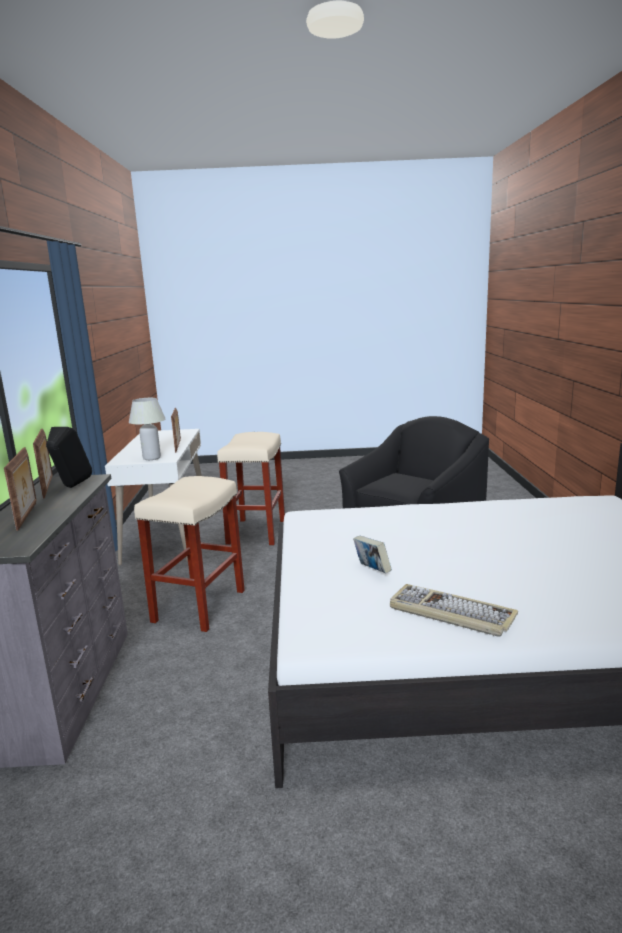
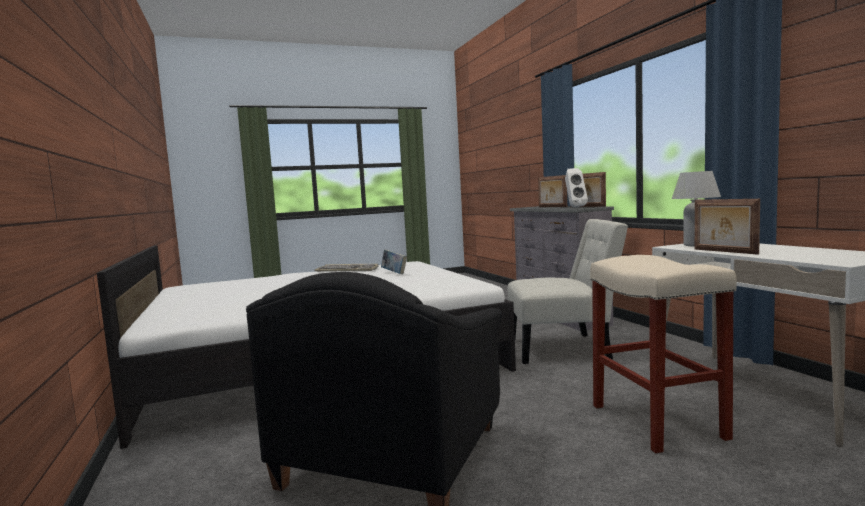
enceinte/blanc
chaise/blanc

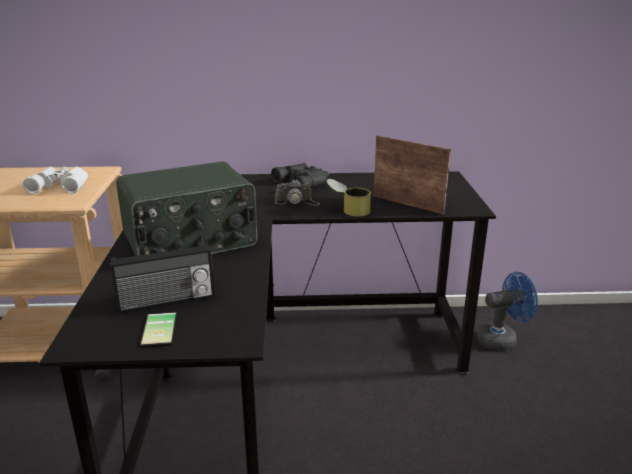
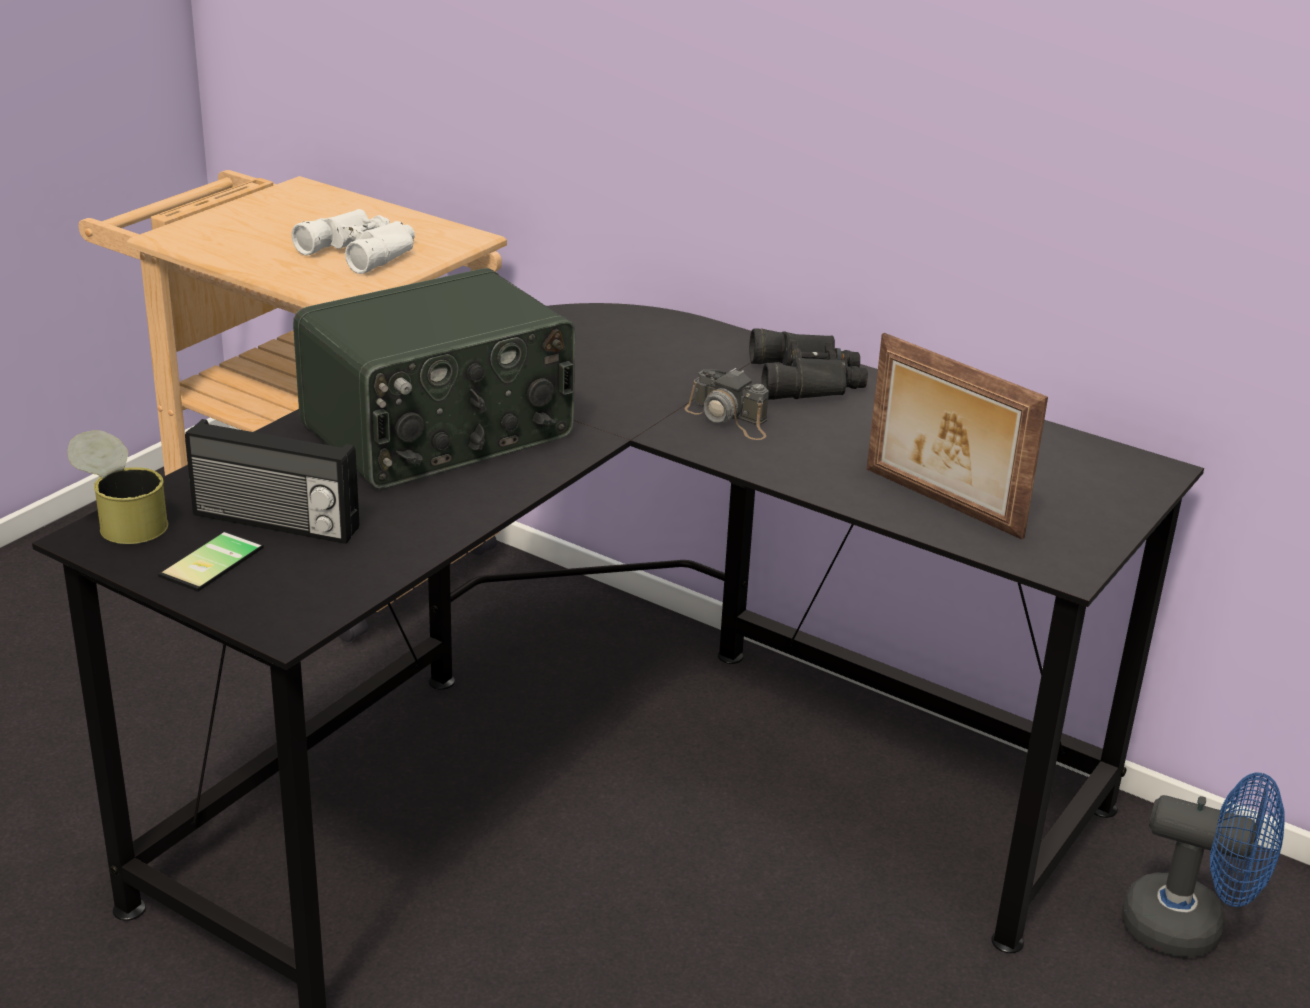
radio (no. 2 from left)
boîte métallique
cadre photo

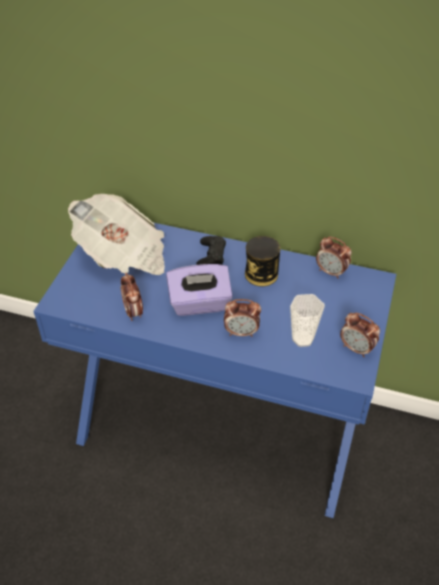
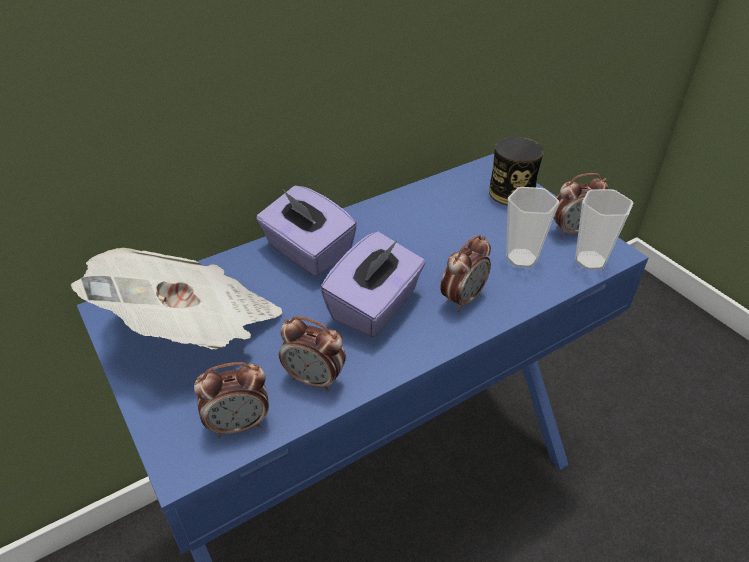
boîte à mouchoirs/violet (no. 1 from left)
boîte métallique
réveil (no. 1 from left)
tasse (no. 2 from left)

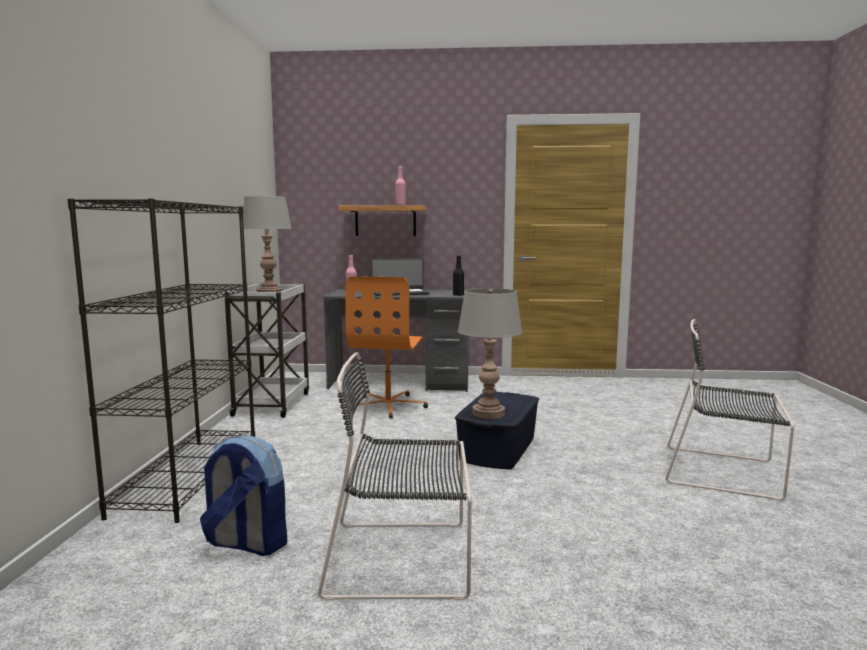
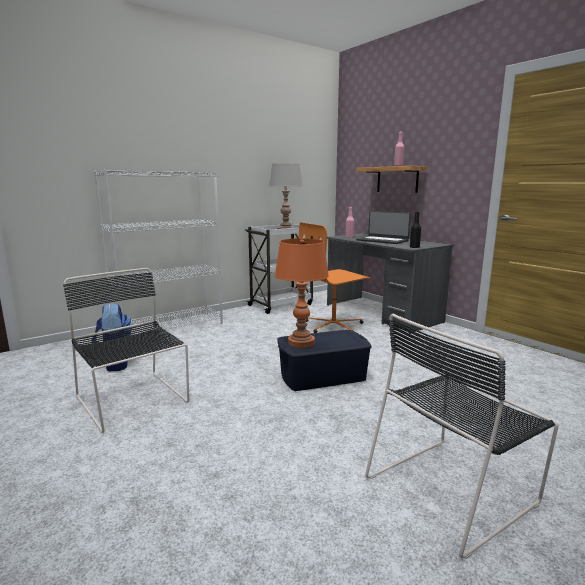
bibliothèque/blanc
lampe de table/orange
chaise/noir (no. 2 from left)

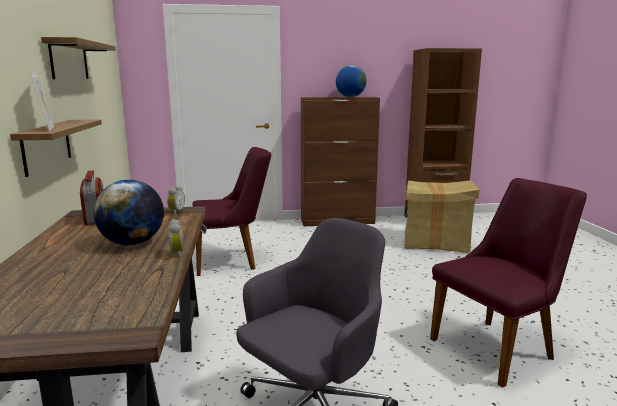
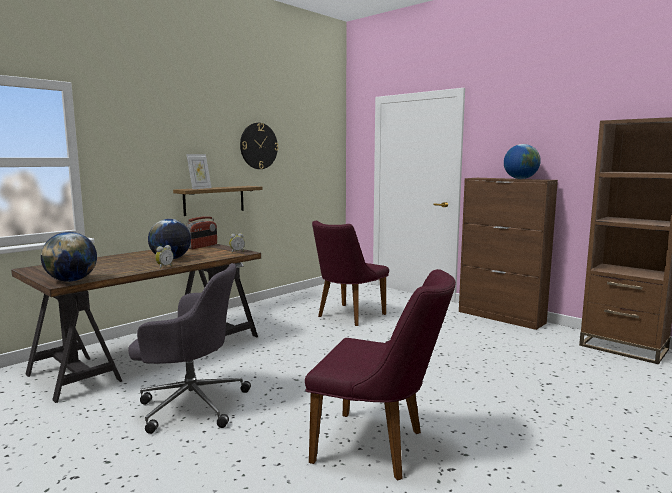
horloge murale
chaise/violet (no. 1 from left)
carton
globe (no. 1 from left)

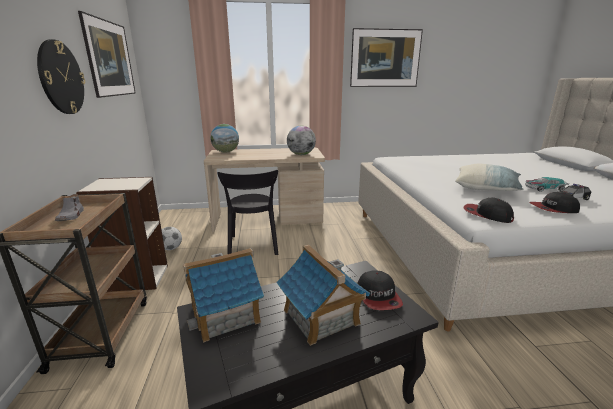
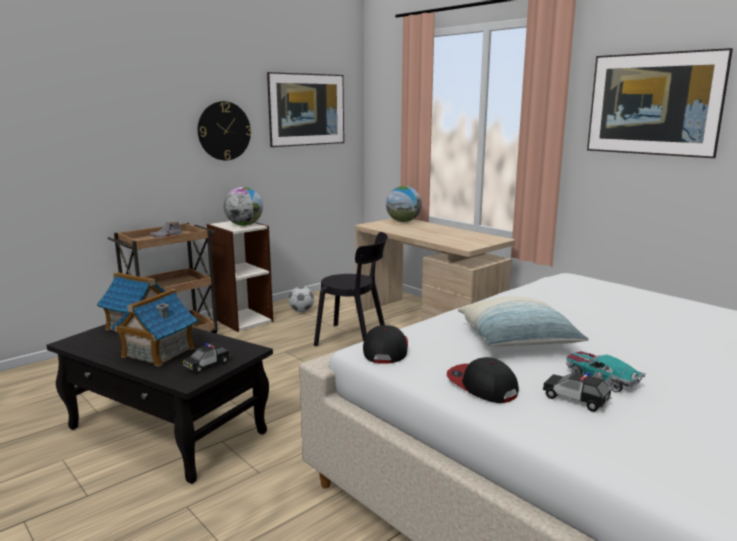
chaise/noir
globe (no. 1 from left)
petite voiture (no. 1 from left)

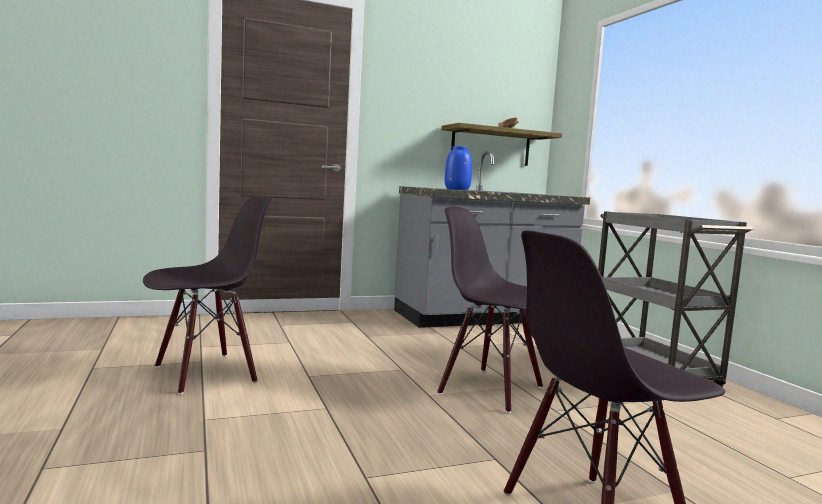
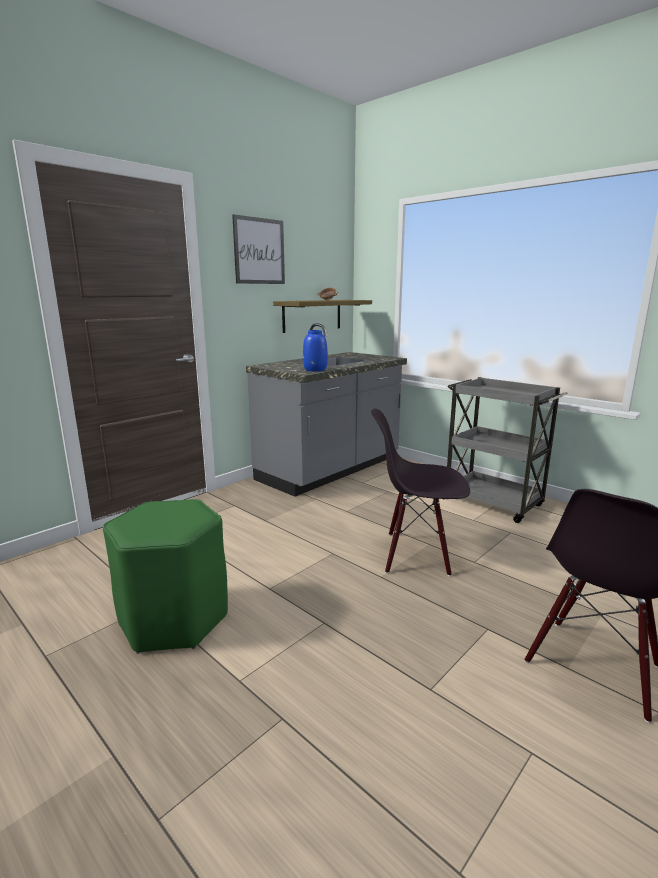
tabouret/vert
tableau

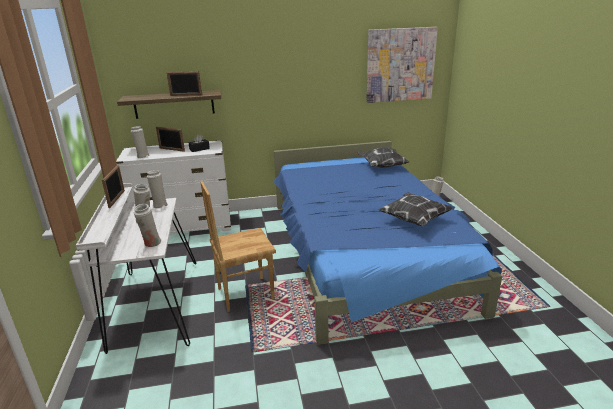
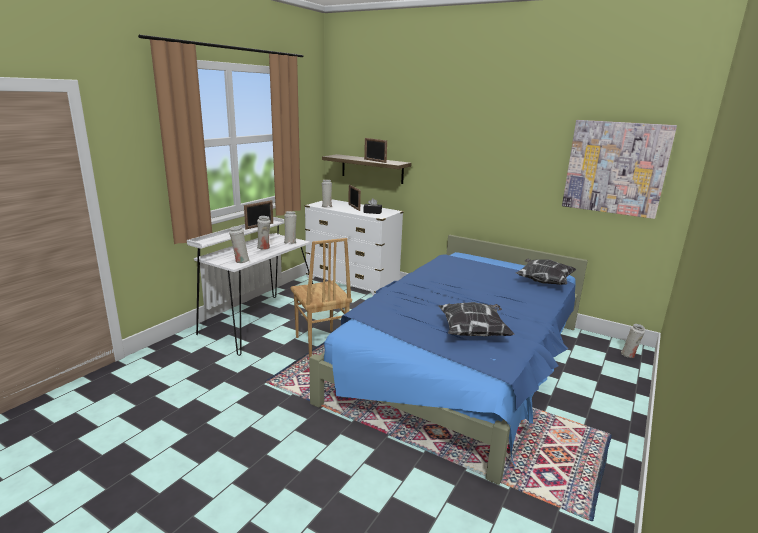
chaise/marron

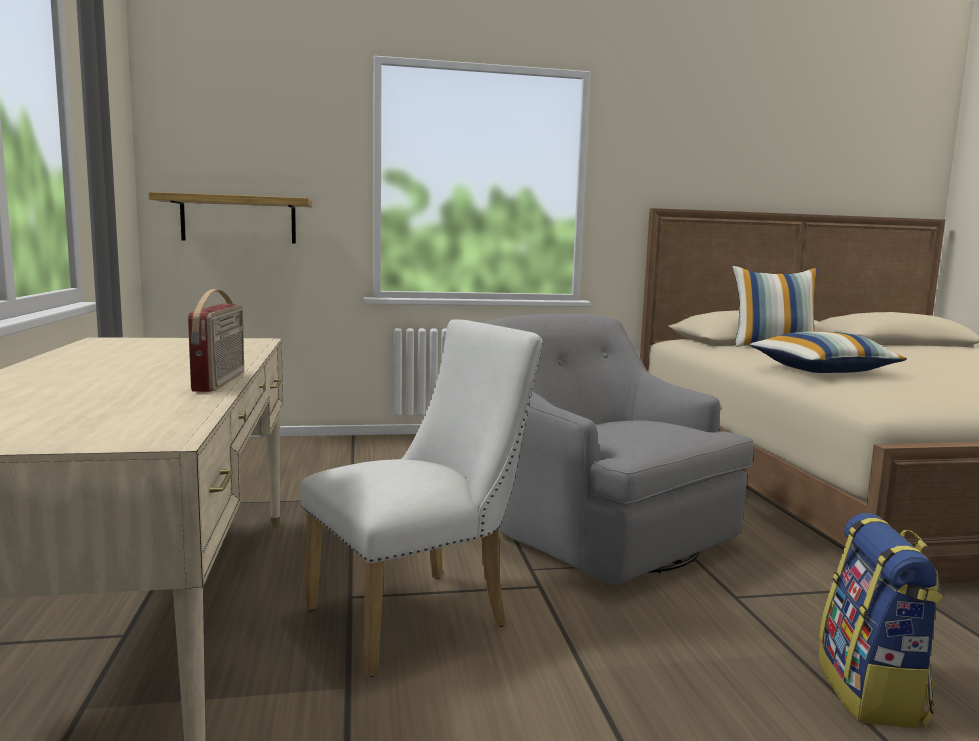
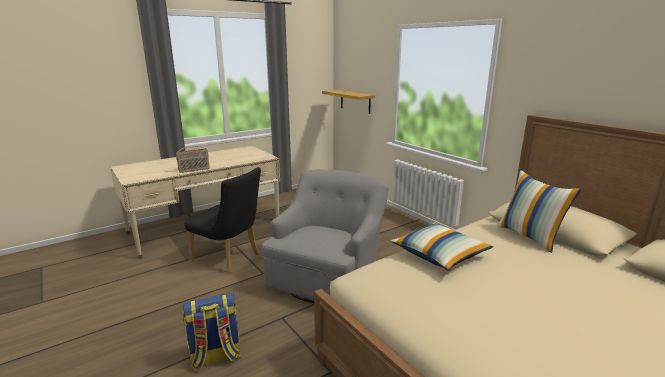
chaise/noir

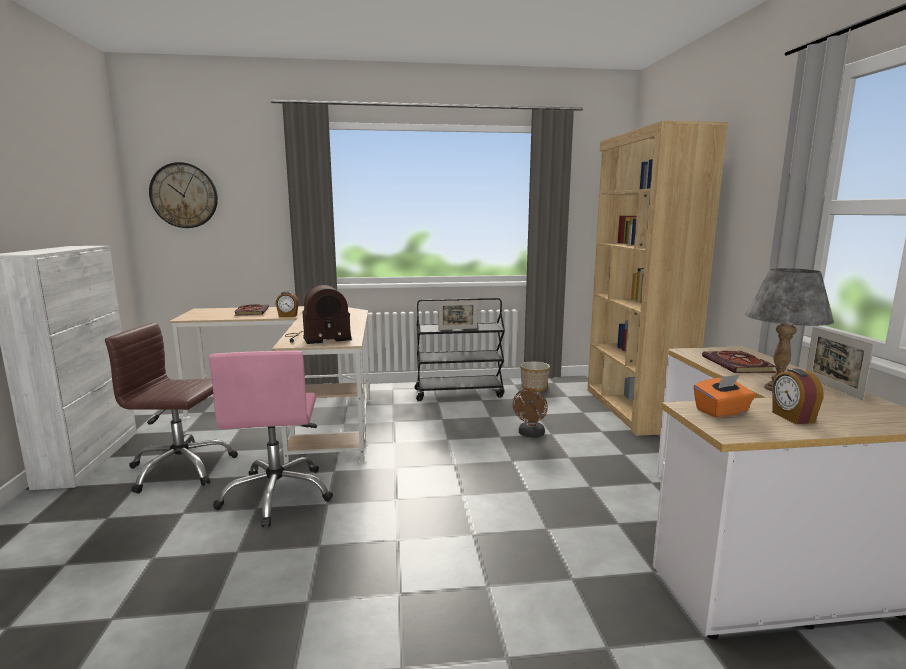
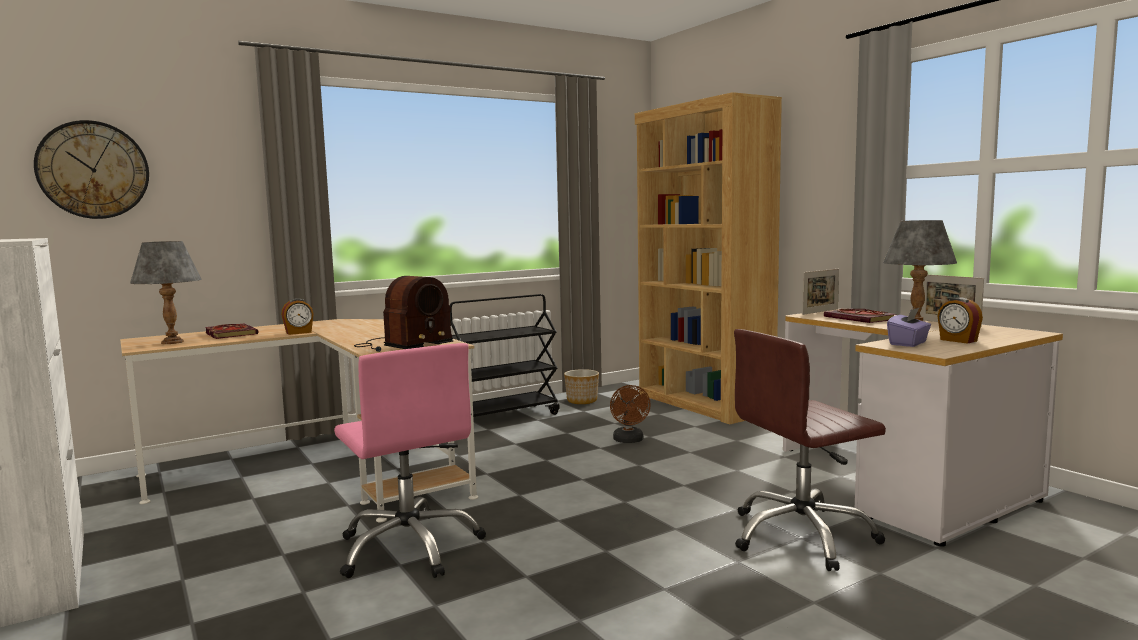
chaise de bureau/marron
cadre photo (no. 1 from left)
boîte à mouchoirs/violet
lampe de table/gris (no. 1 from left)

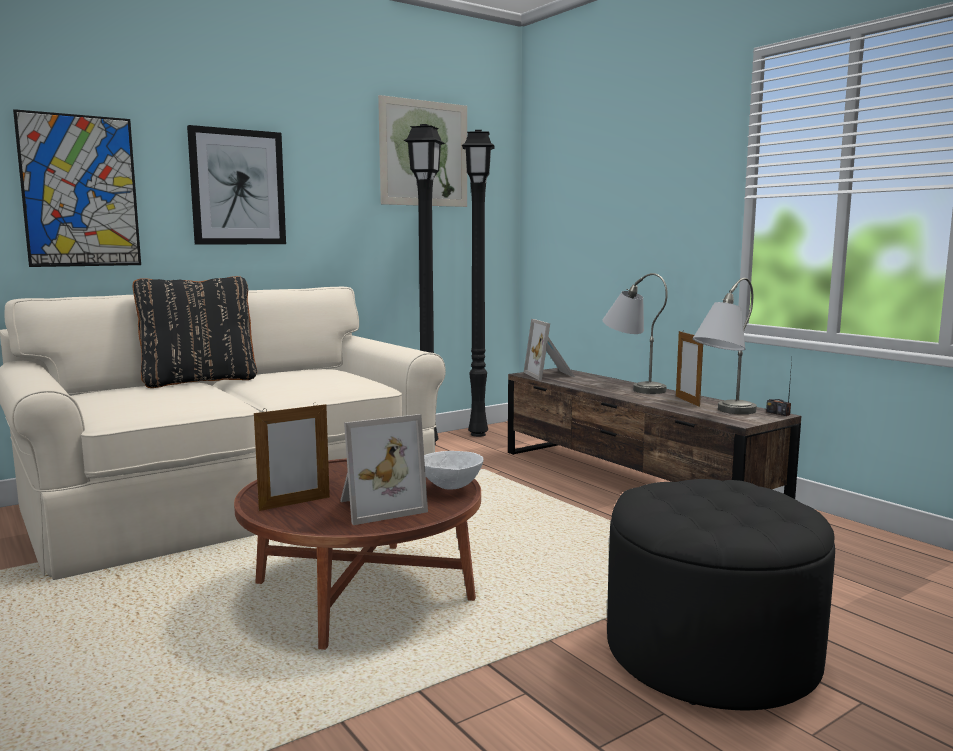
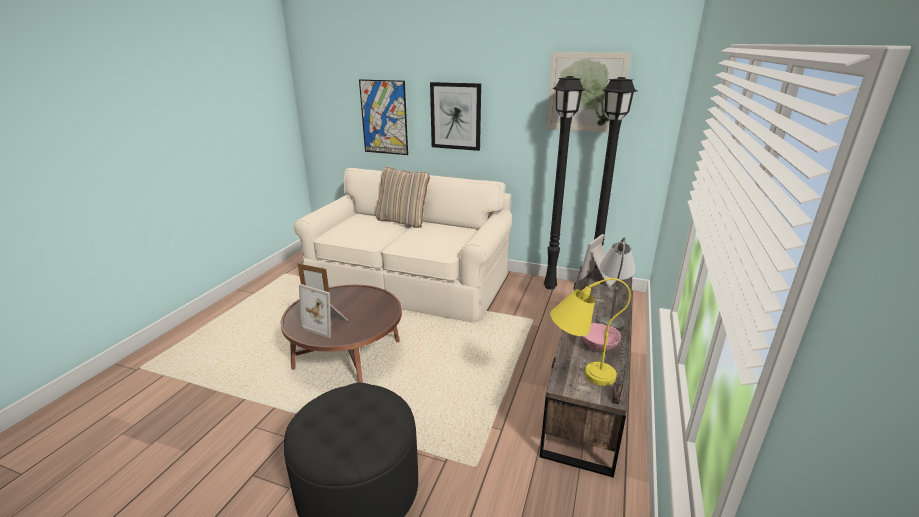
coussin/beige
bol/blanc
bol/rose
lampe de table/jaune

